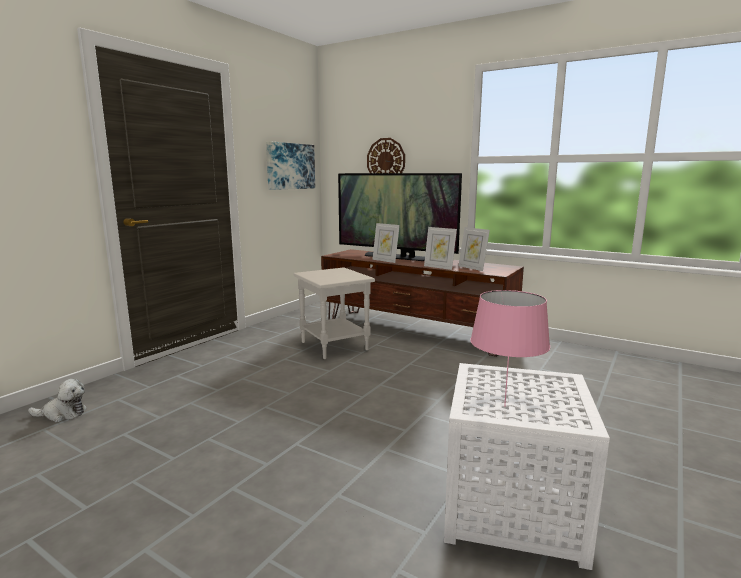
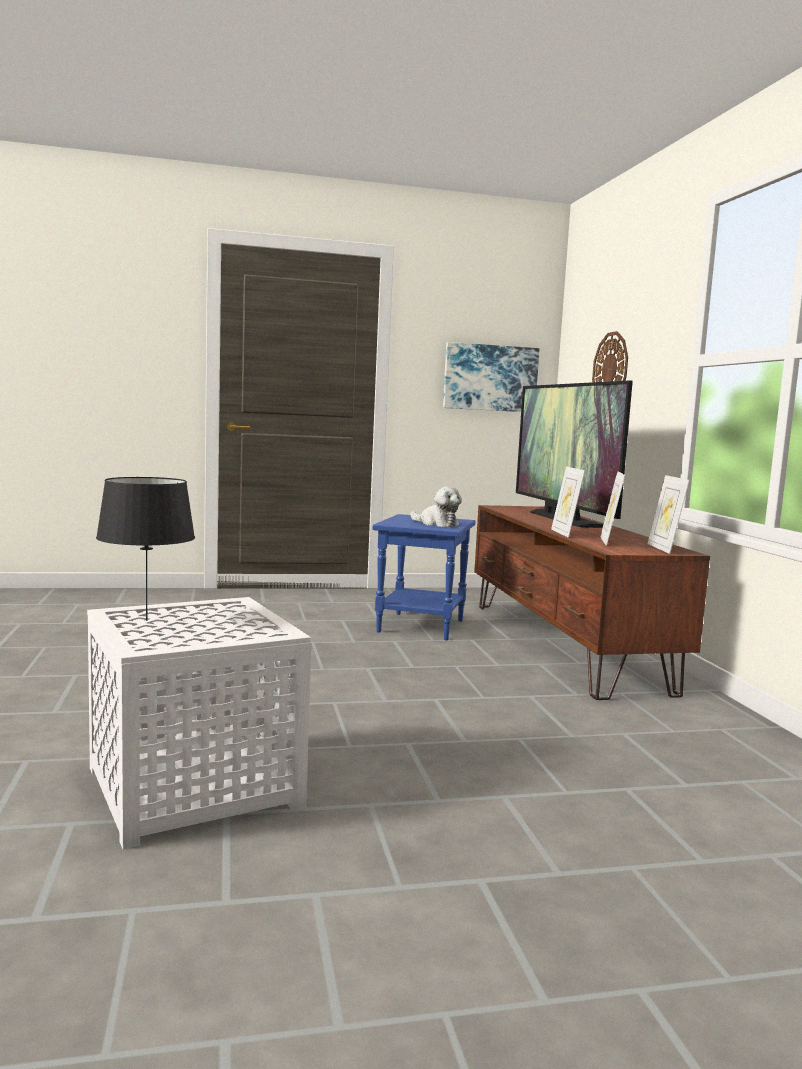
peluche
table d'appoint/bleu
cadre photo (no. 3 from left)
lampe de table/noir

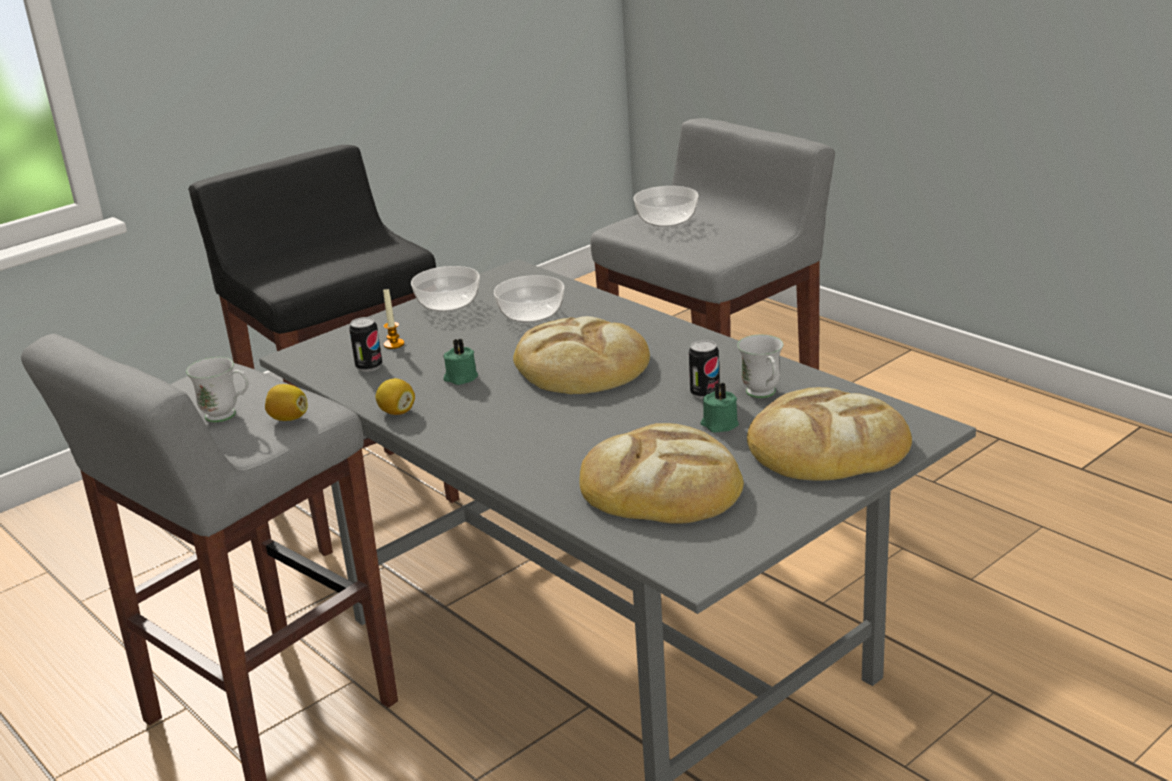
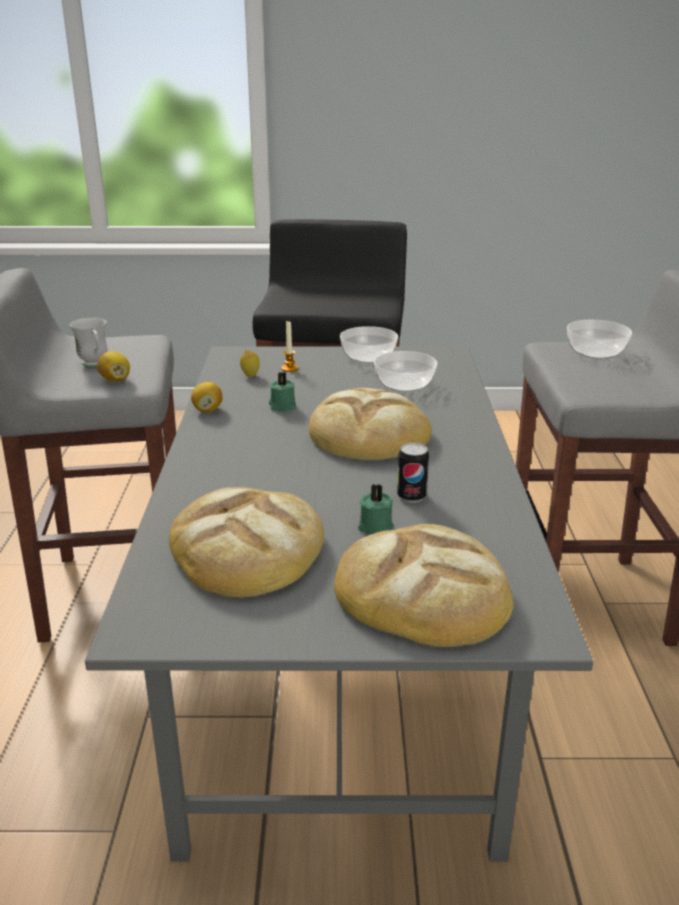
citron (no. 3 from left)
mug/blanc (no. 2 from left in the first image)

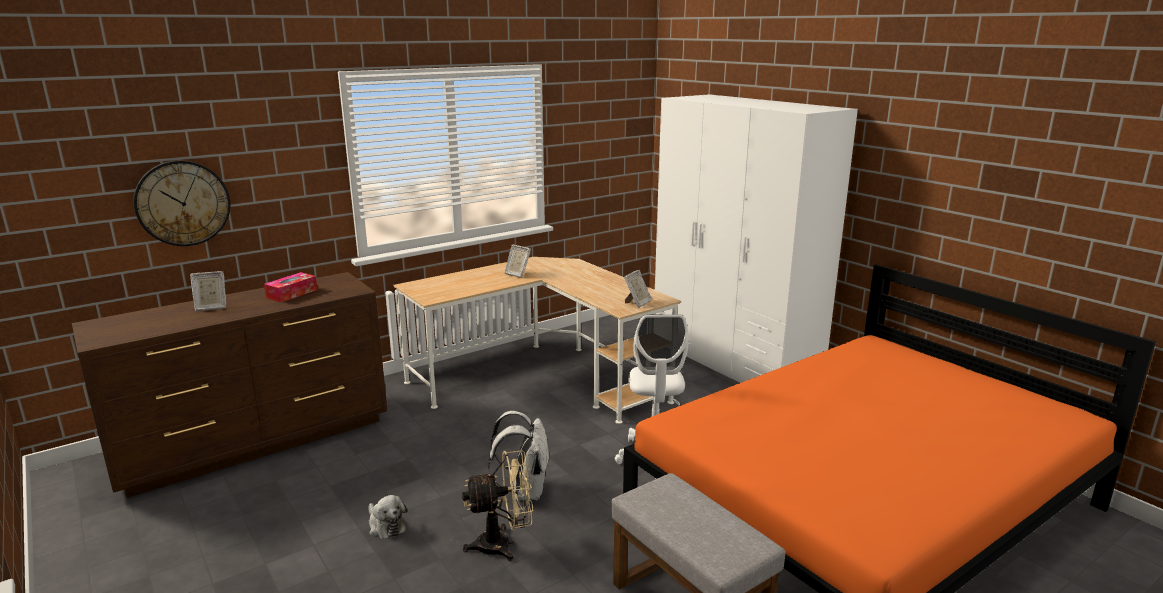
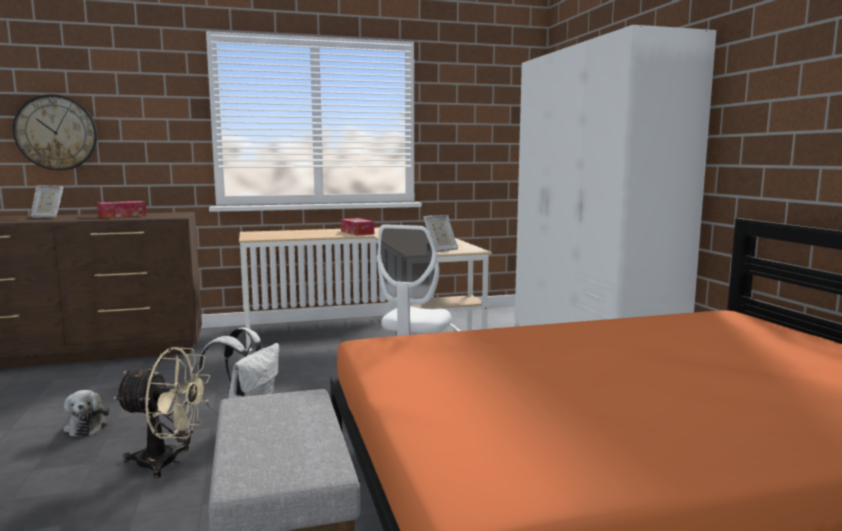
boîte à mouchoirs (no. 2 from left)

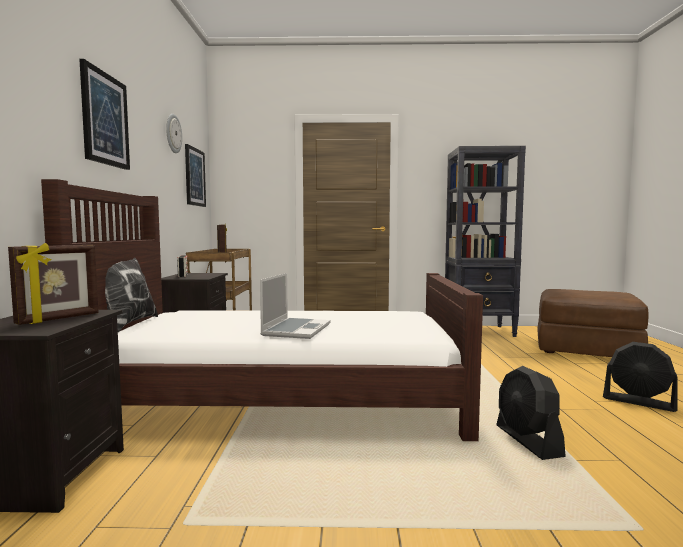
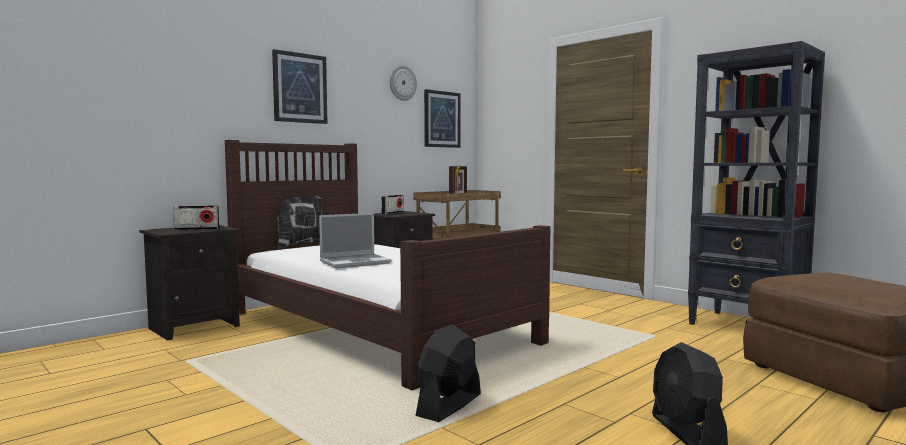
radio (no. 1 from left)

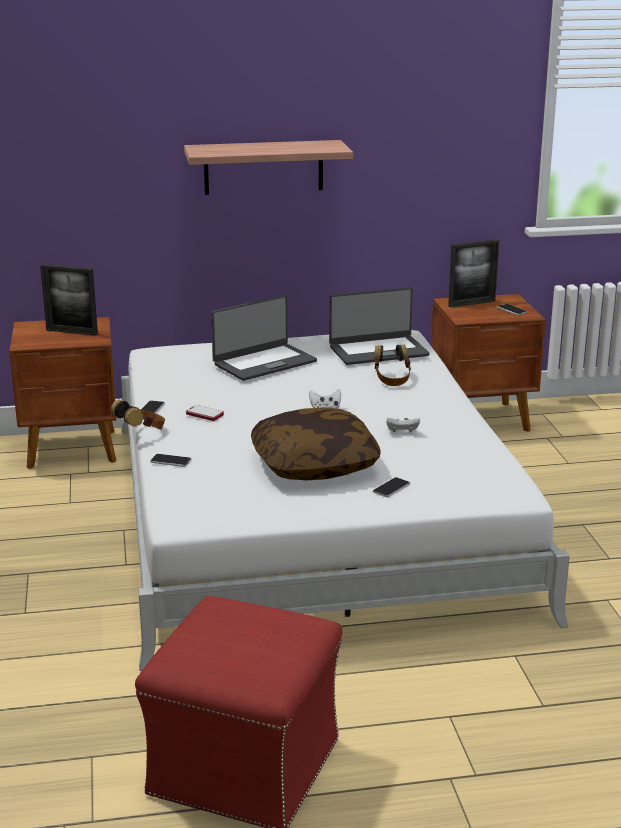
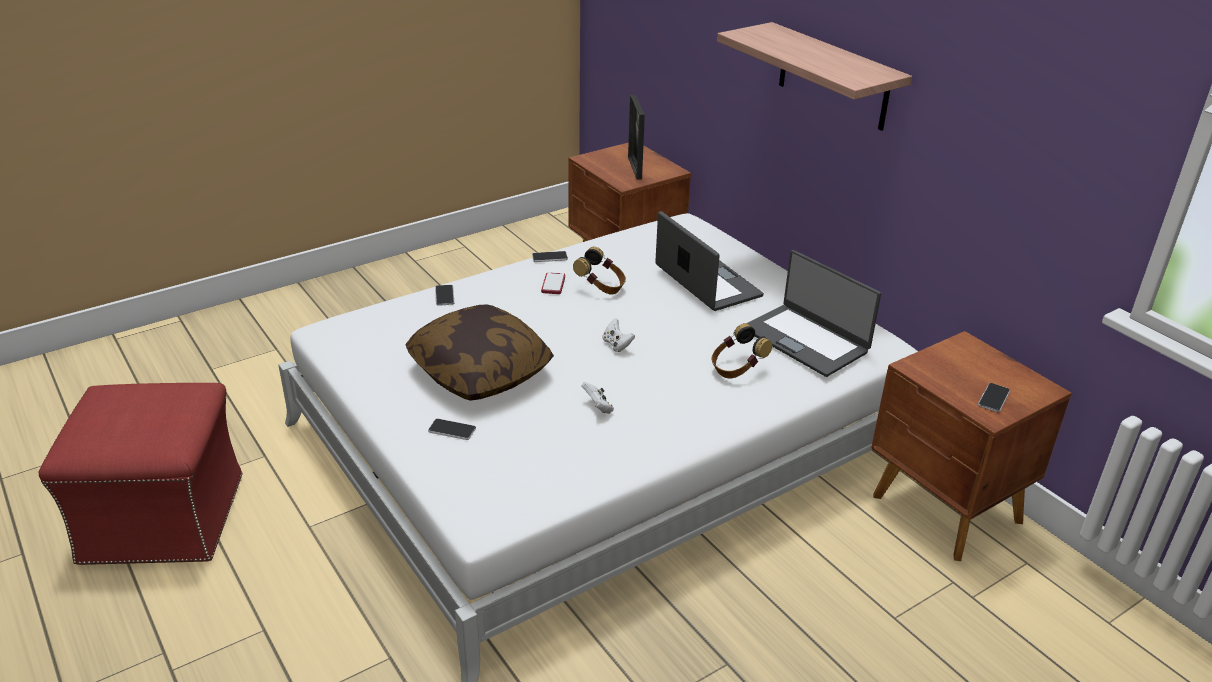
casque audio (no. 1 from left)
ordinateur portable (no. 1 from left)
cadre photo (no. 2 from left in the first image)

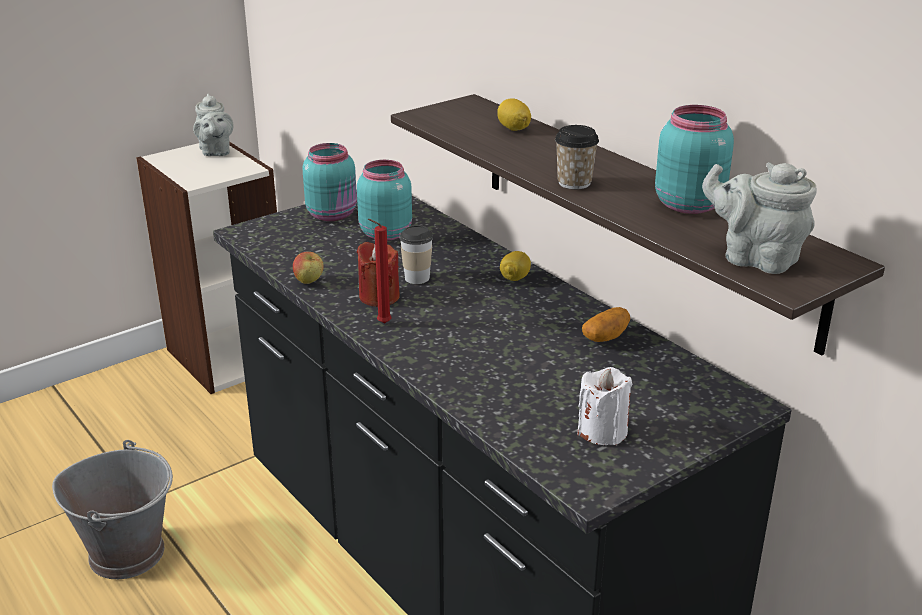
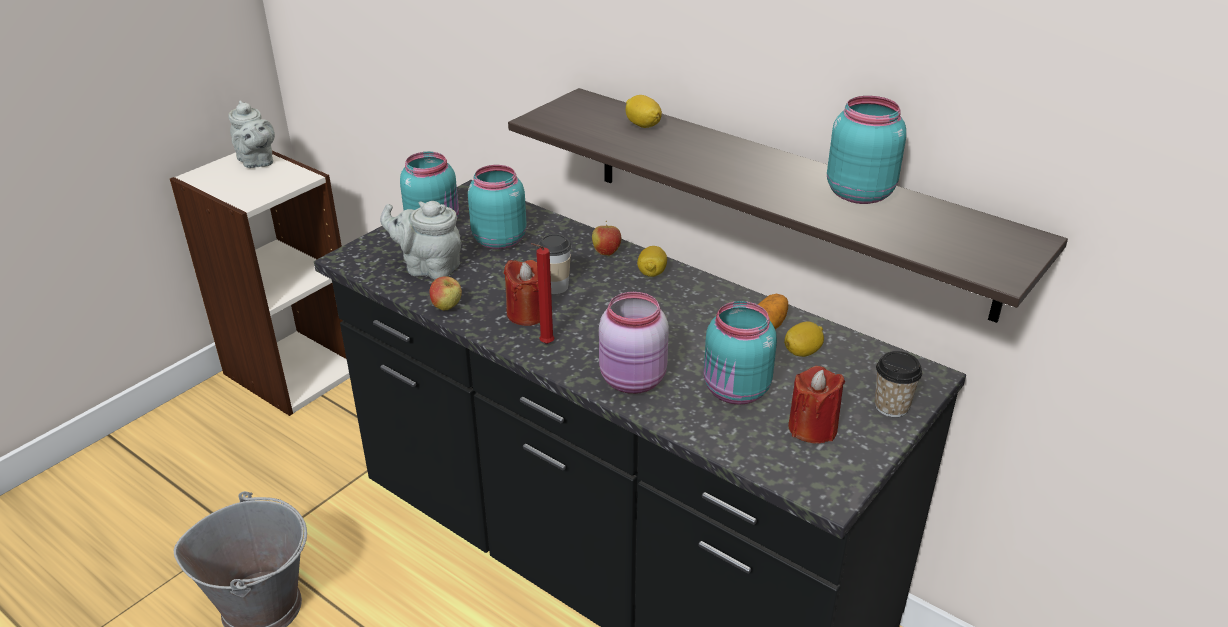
tasse (no. 2 from left)
bougie/rouge (no. 3 from left)
théière/gris (no. 2 from left)
pomme (no. 2 from left)
bocal/rose
bocal/turquoise (no. 3 from left)
citron (no. 3 from left)

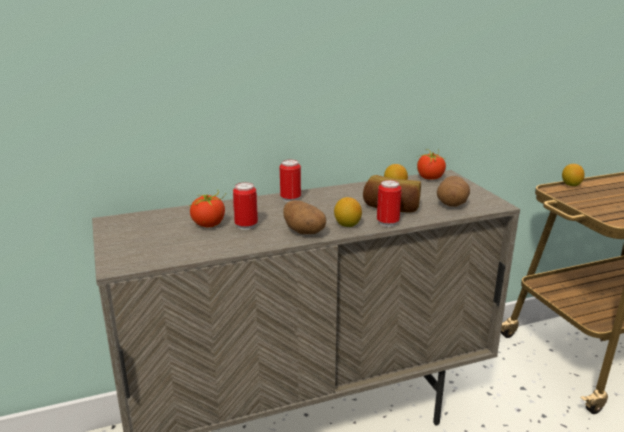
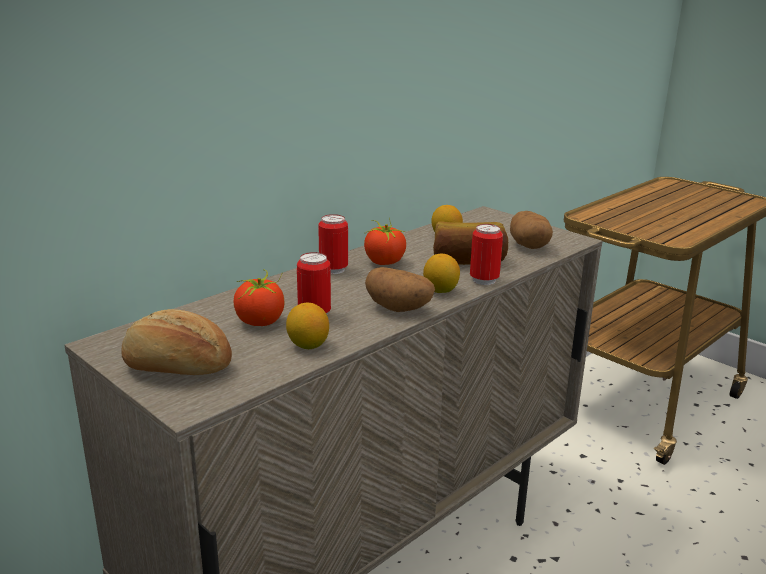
tomate (no. 2 from left)
citron (no. 1 from left)
pain (no. 1 from left)

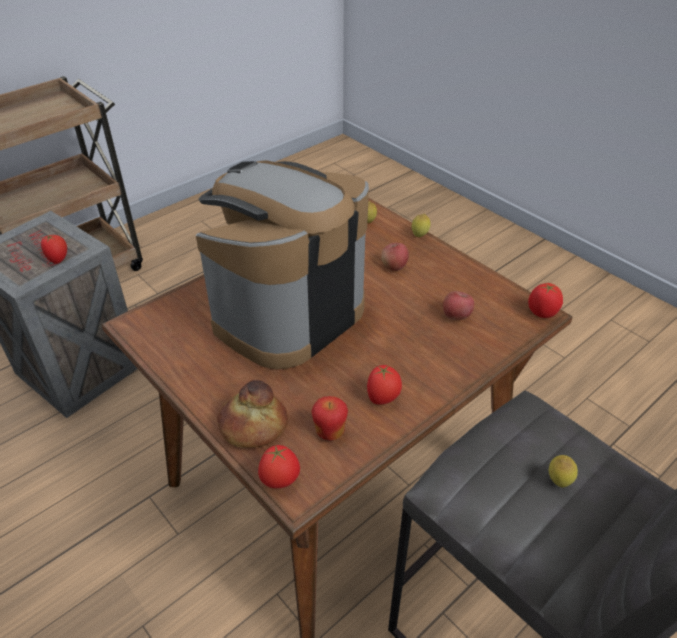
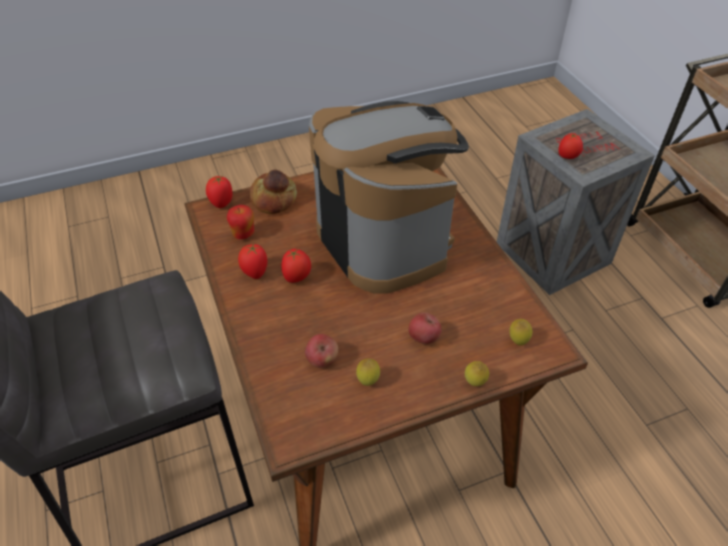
tomate (no. 3 from left)
citron (no. 1 from left)

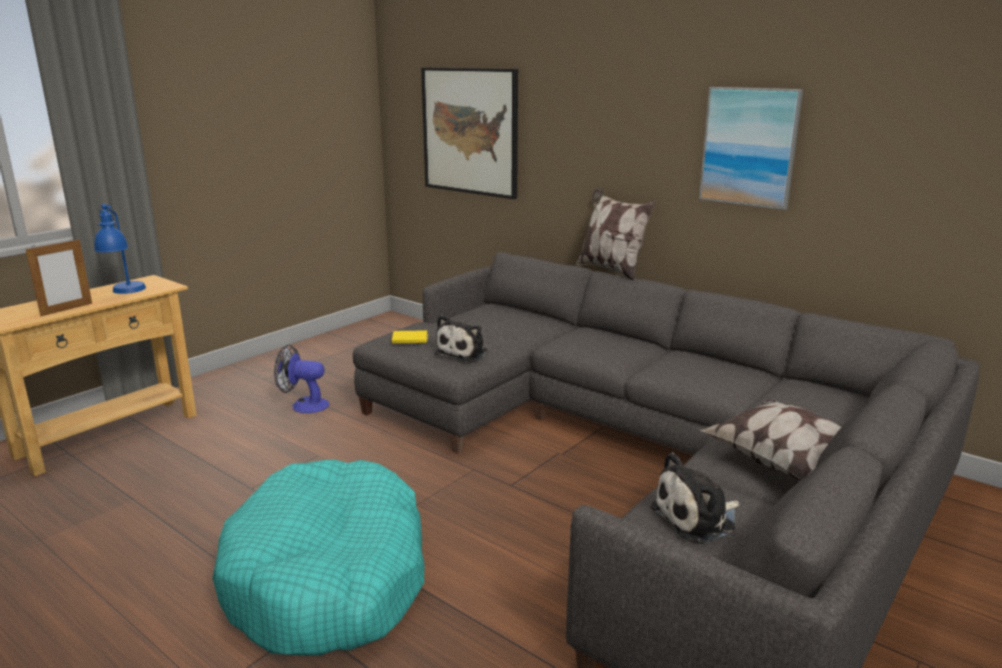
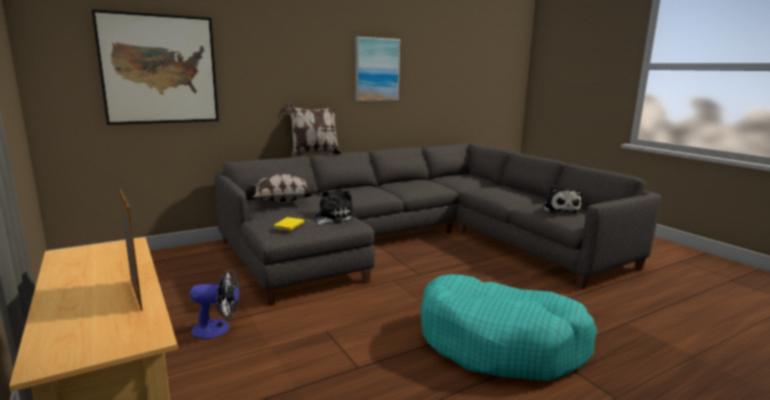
lampe de table/bleu
ventilateur
peluche (no. 1 from left)
coussin (no. 1 from left)

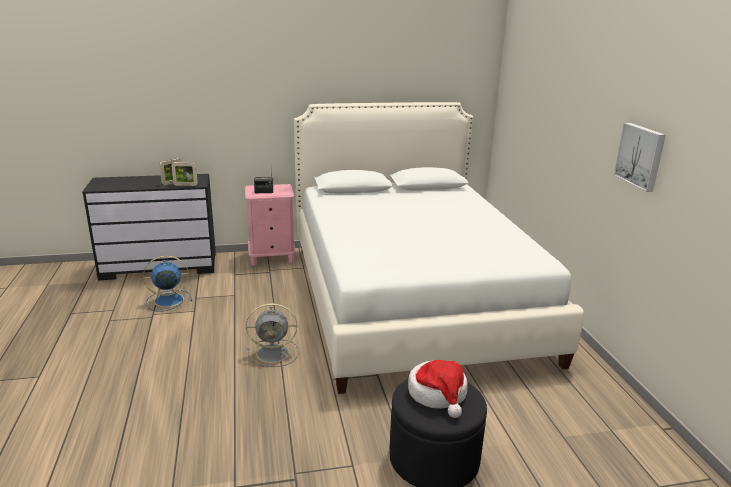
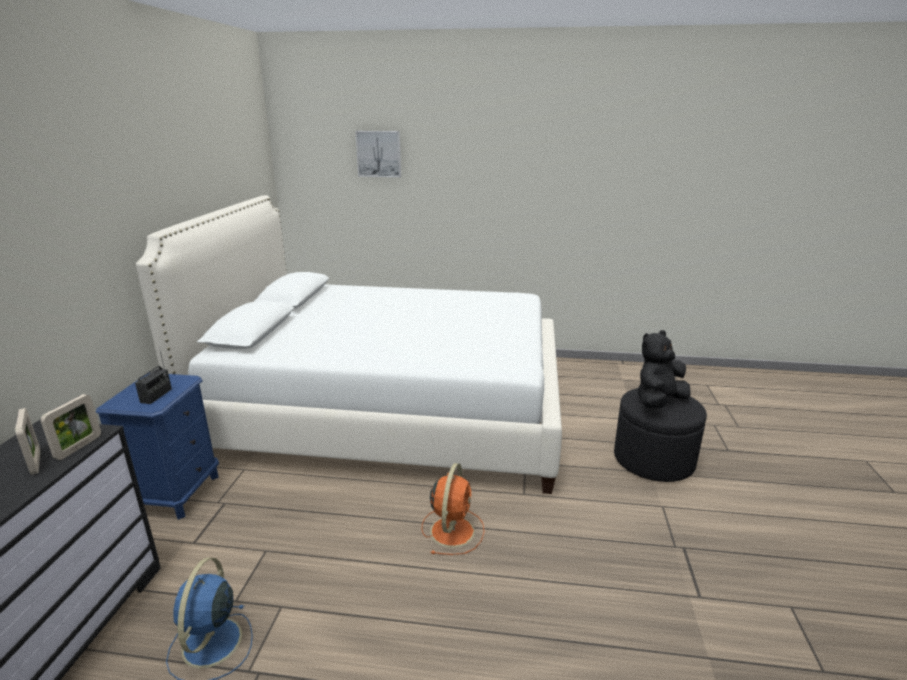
table de chevet/bleu
ventilateur/orange
peluche/noir
tableau

